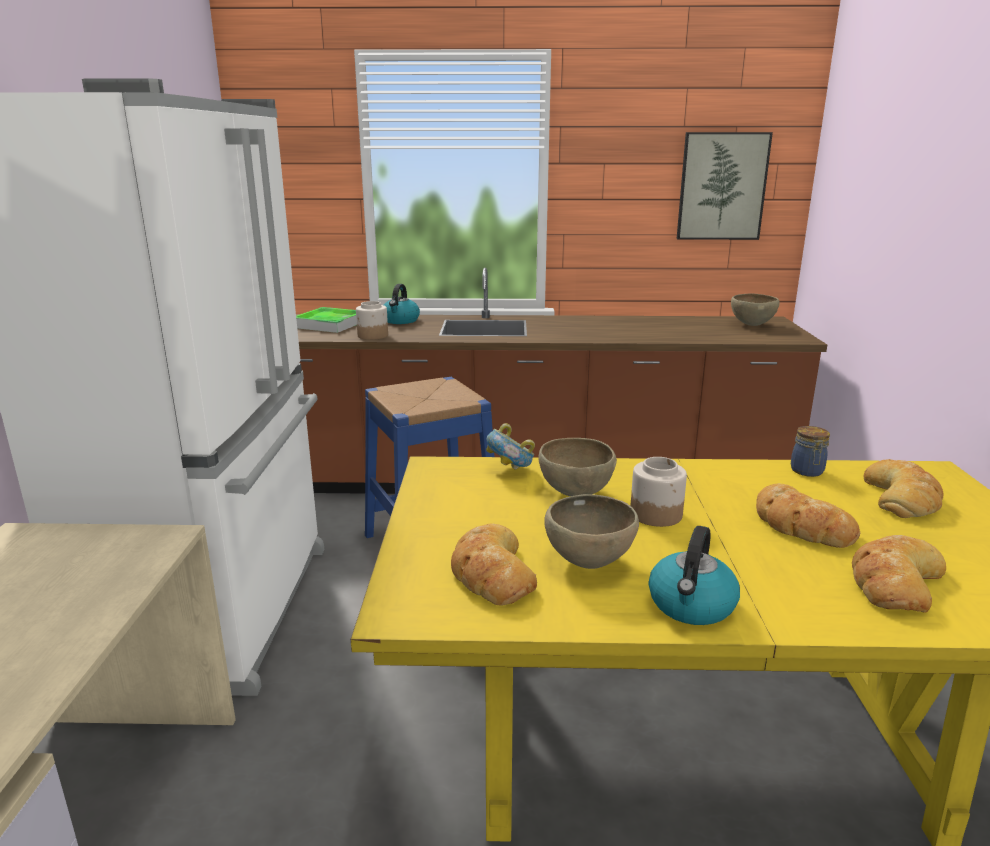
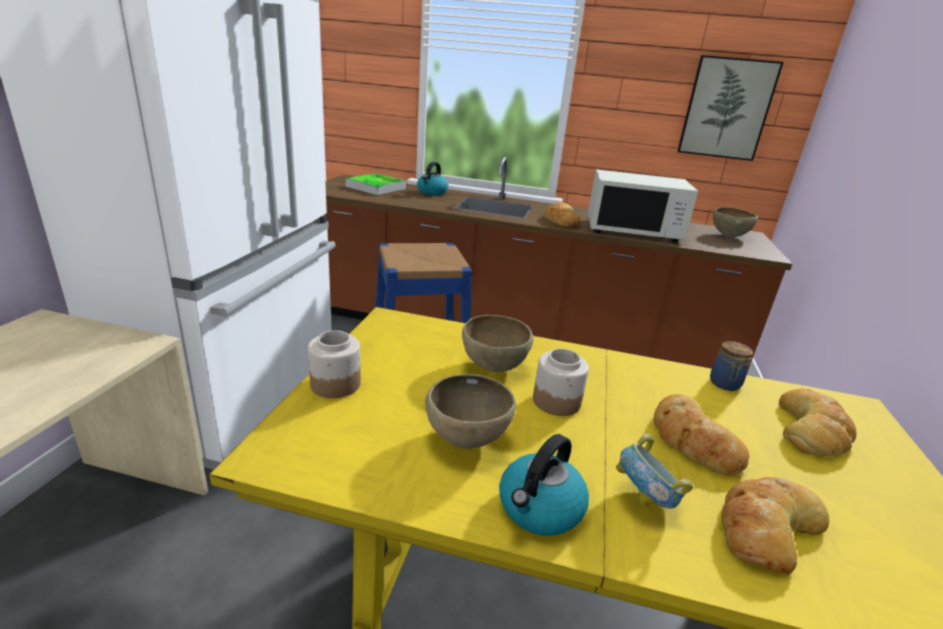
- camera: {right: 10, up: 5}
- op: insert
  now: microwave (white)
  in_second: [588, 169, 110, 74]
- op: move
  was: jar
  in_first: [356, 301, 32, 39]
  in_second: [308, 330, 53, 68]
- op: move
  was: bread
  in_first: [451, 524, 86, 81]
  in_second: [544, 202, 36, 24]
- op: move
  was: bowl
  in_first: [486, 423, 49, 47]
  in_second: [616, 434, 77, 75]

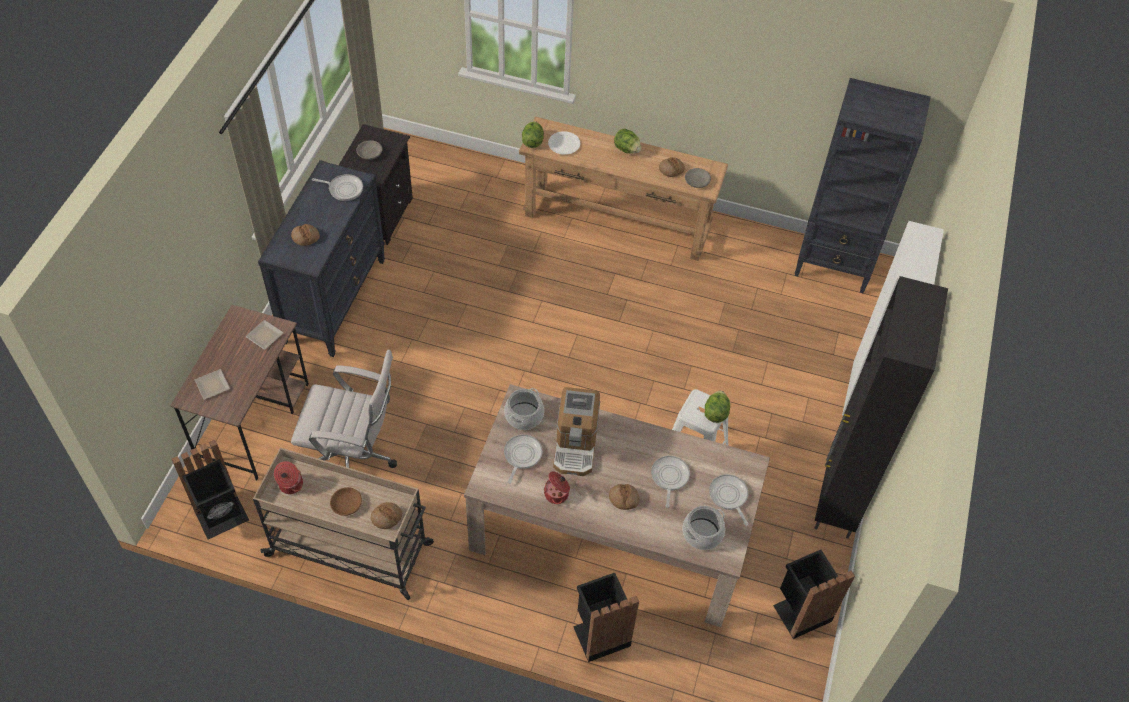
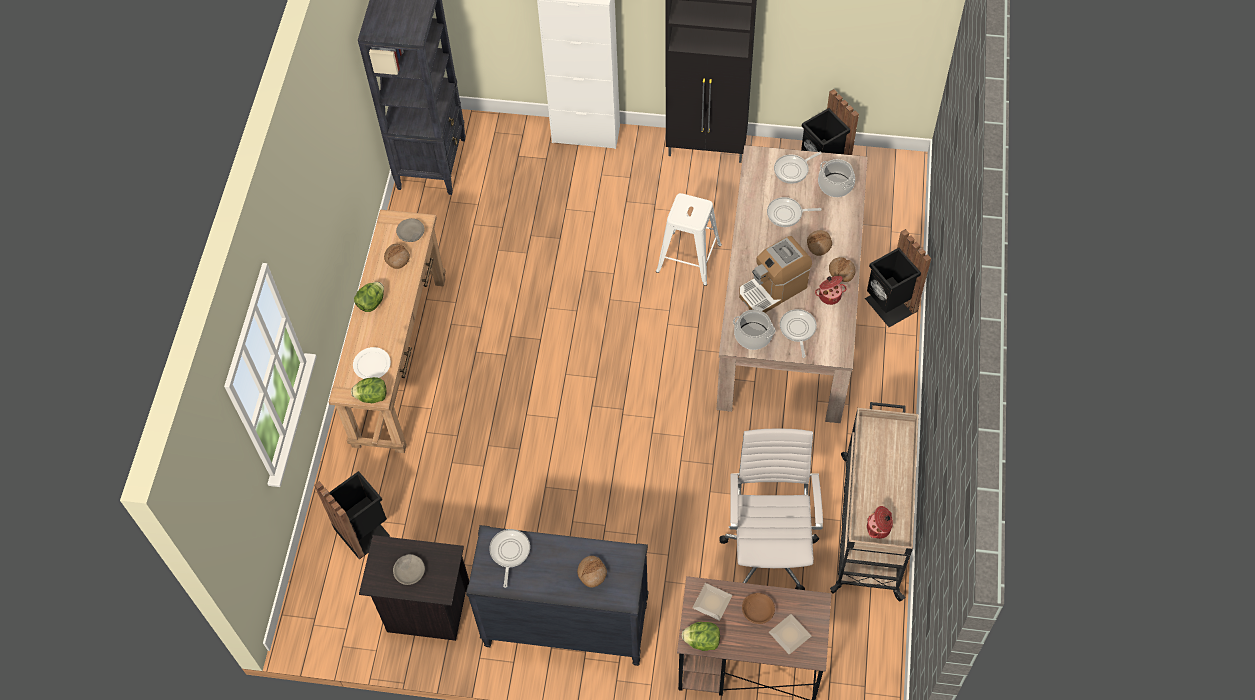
- camera: {right: -95, up: 5}
- op: move
  was: trash can (black)
  in_first: [171, 440, 78, 99]
  in_second: [314, 471, 76, 88]
- op: move
  was: bowl (brown)
  in_first: [330, 487, 32, 29]
  in_second: [742, 593, 33, 31]
- op: move
  was: bread
  in_first: [371, 502, 31, 27]
  in_second: [829, 257, 27, 25]
- op: move
  was: lettuce
  in_first: [705, 391, 25, 32]
  in_second: [682, 622, 38, 29]
- op: rotate
  was: frying pan
  in_first: [504, 435, 39, 49]
  in_second: [780, 309, 37, 49]
  clockwise: 75
- op: rotate
  was: coffee machine
  in_first: [553, 387, 47, 89]
  in_second: [739, 236, 73, 77]
  clockwise: 150

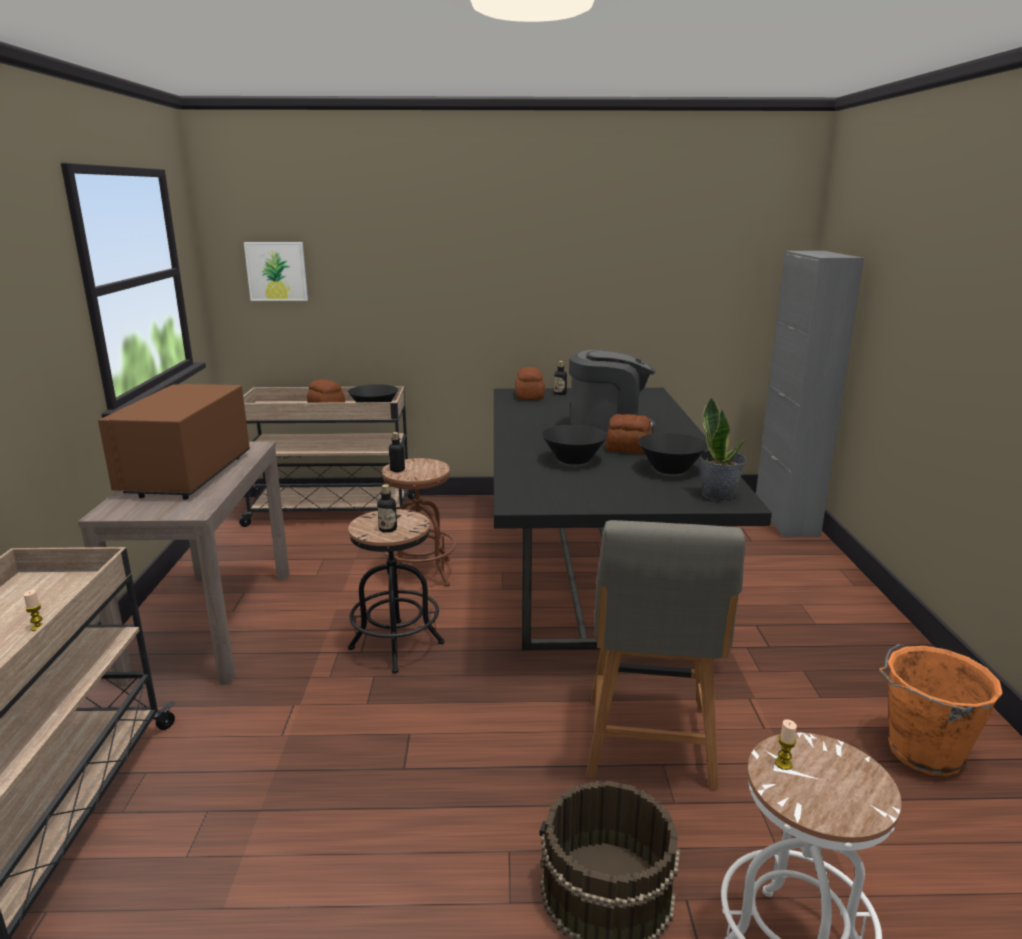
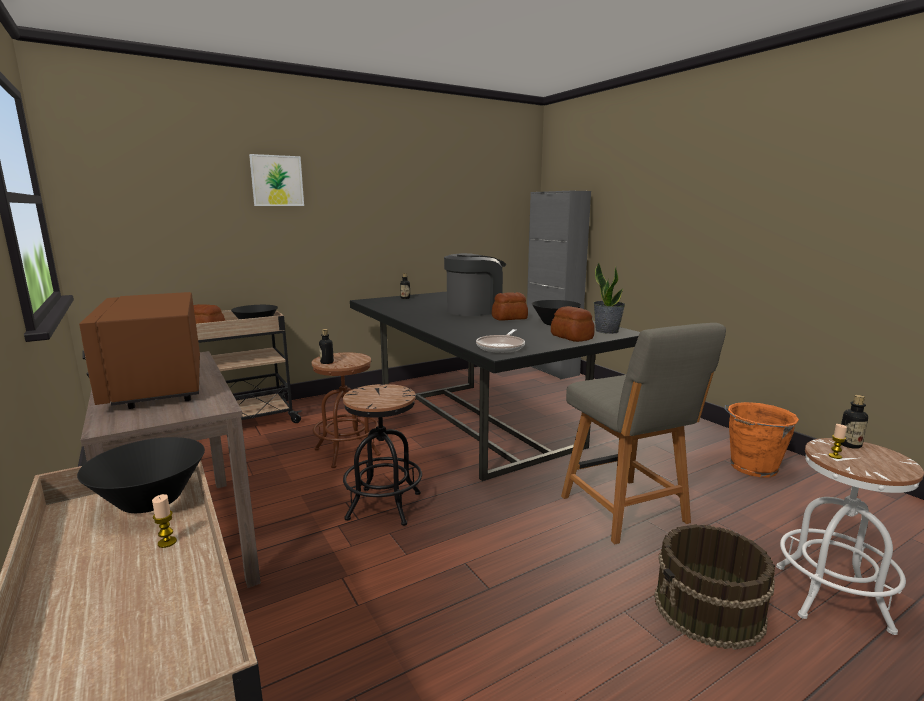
- camera: {right: -30, up: -5}
- op: insert
  now: frying pan
  in_second: [476, 329, 49, 24]
- op: move
  was: picture
  in_first: [244, 242, 64, 59]
  in_second: [249, 154, 55, 52]
- op: move
  was: bottle
  in_first: [377, 484, 20, 49]
  in_second: [841, 395, 27, 54]
- op: move
  was: bread
  in_first: [515, 367, 30, 33]
  in_second: [551, 306, 44, 36]
- op: move
  was: bowl (black)
  in_first: [542, 425, 66, 40]
  in_second: [77, 437, 128, 76]

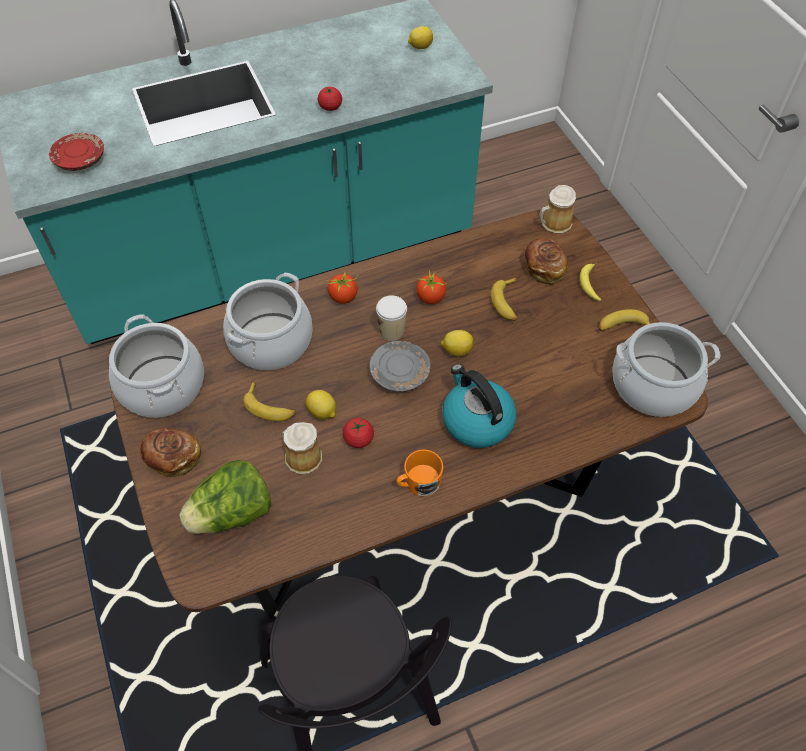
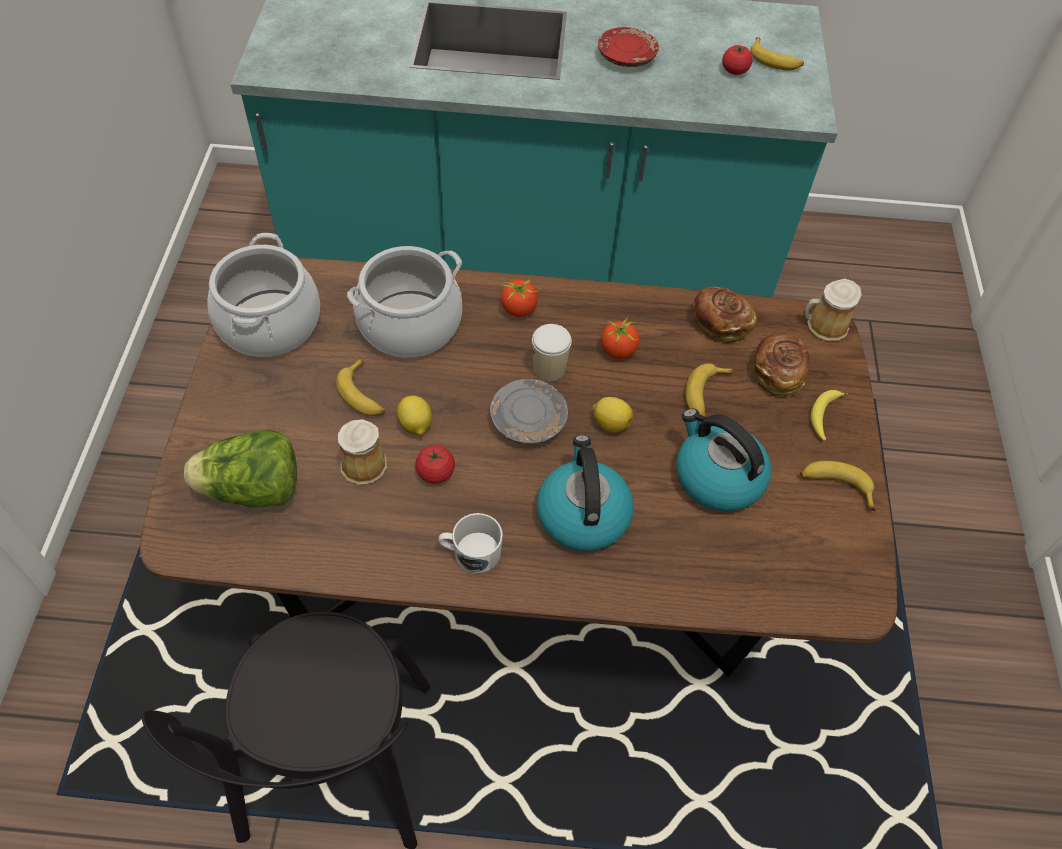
- camera: {right: 25, up: 0}
- op: delete
  was: cooking pot
  in_first: [612, 322, 108, 95]
- op: insert
  now: kettle
  in_second: [676, 409, 95, 103]
- op: move
  was: plate (red)
  in_first: [49, 133, 55, 38]
  in_second: [598, 27, 61, 40]
- op: move
  was: bread
  in_first: [140, 428, 61, 49]
  in_second: [693, 287, 64, 56]
- op: move
  was: tomato
  in_first: [318, 87, 24, 24]
  in_second: [722, 45, 30, 30]
- op: replace
  was: lemon
  now: banana
  in_first: [408, 26, 25, 23]
  in_second: [751, 37, 53, 34]
- op: recolor
  was: mug (orange)
  now: mug (white)
  in_first: [396, 449, 47, 47]
  in_second: [438, 513, 65, 60]

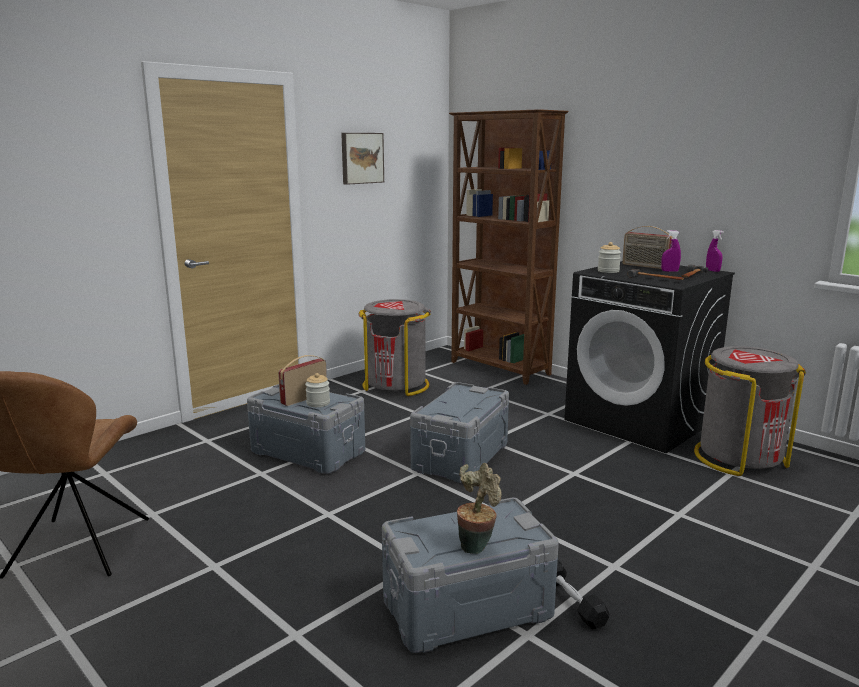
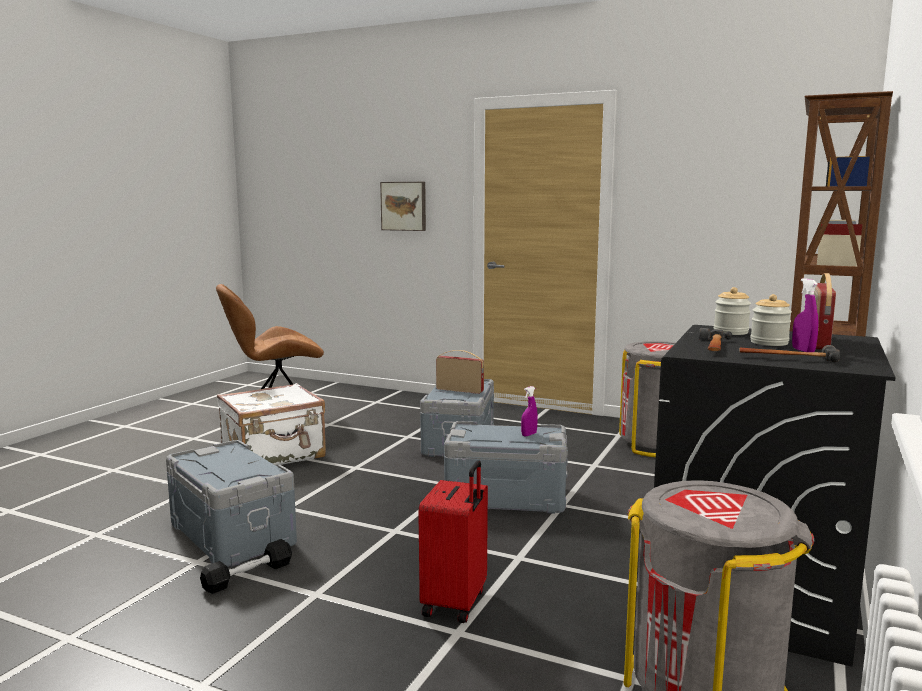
- camera: {right: 70, up: -5}
- op: delete
  was: potted plant
  in_first: [457, 463, 45, 91]
- op: insert
  now: suitcase (white)
  in_second: [217, 383, 109, 83]
- op: insert
  now: suitcase (red)
  in_second: [418, 460, 70, 163]
- op: move
  was: jar
  in_first: [305, 373, 25, 34]
  in_second: [750, 294, 42, 52]
- op: move
  was: picture
  in_first: [341, 133, 43, 52]
  in_second: [380, 182, 46, 49]
- op: move
  was: spray bottle (purple)
  in_first: [706, 230, 18, 42]
  in_second: [521, 386, 17, 51]

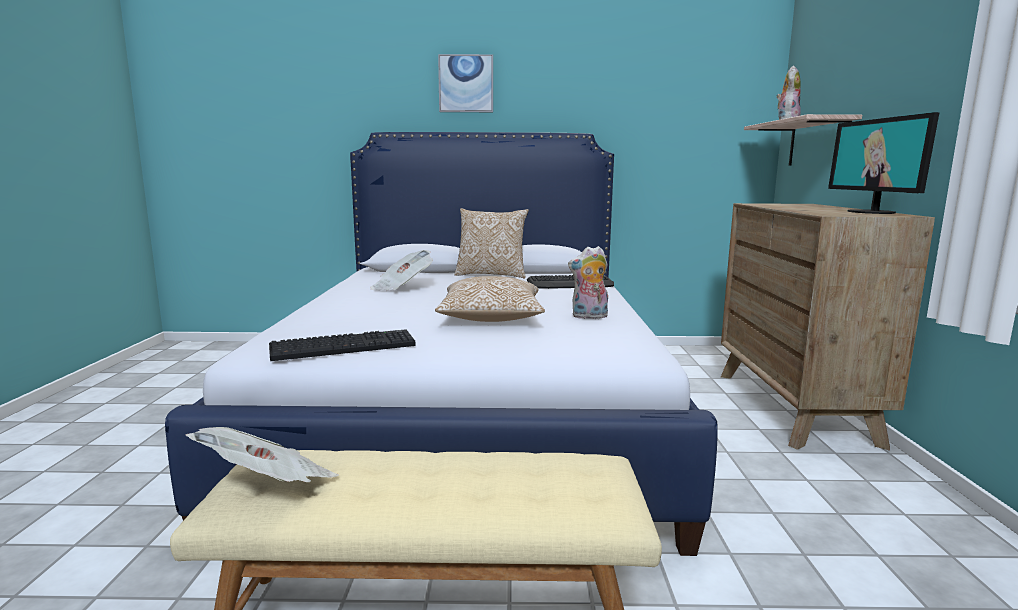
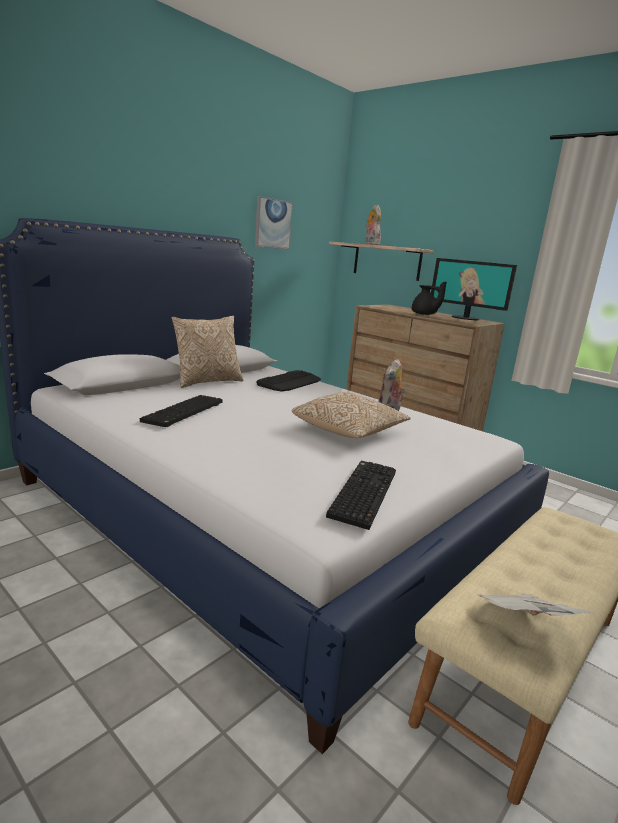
- camera: {right: -50, up: 5}
- op: insert
  now: teapot (black)
  in_second: [412, 281, 35, 34]
- op: move
  was: picture
  in_first: [438, 54, 55, 58]
  in_second: [255, 196, 38, 53]
- op: replace
  was: newspaper
  now: keyboard
  in_first: [370, 250, 63, 41]
  in_second: [140, 395, 83, 32]

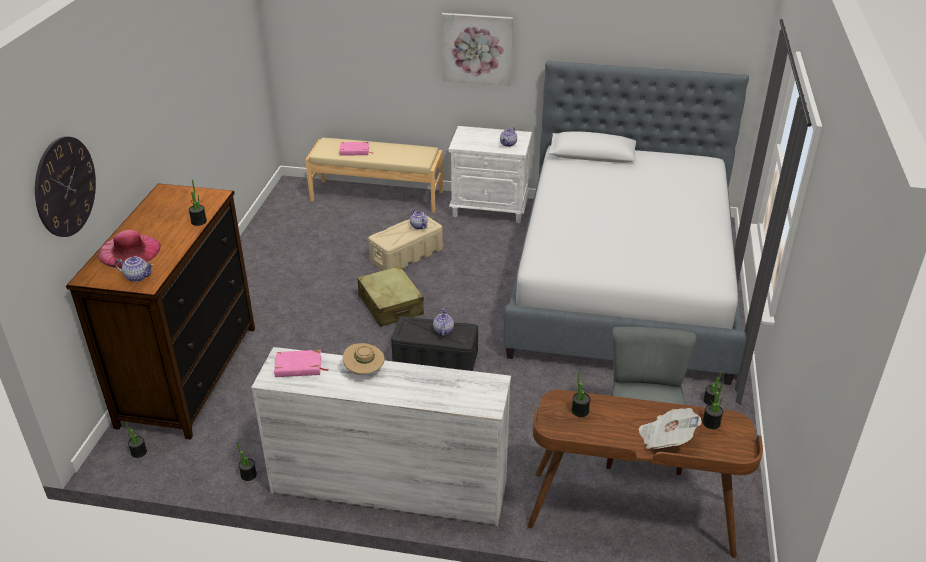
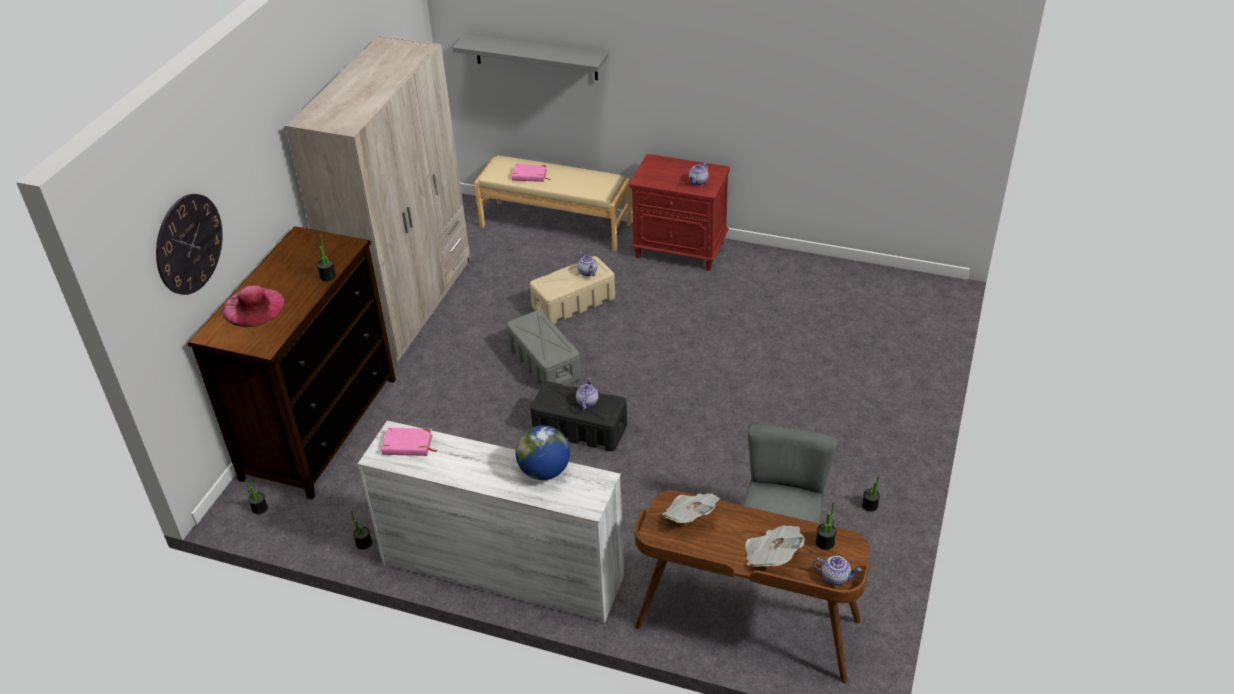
- camera: {right: 10, up: 5}
- op: delete
  was: hat (beige)
  in_first: [343, 343, 42, 31]
- op: delete
  was: picture
  in_first: [442, 13, 71, 73]
- op: delete
  was: bed
  in_first: [503, 60, 246, 325]
- op: insert
  now: wardrobe (beige)
  in_second: [285, 36, 185, 328]
- op: insert
  now: shelf (grey)
  in_second: [452, 34, 156, 46]
- op: insert
  now: globe
  in_second: [516, 425, 54, 55]
- op: move
  was: teapot
  in_first: [115, 257, 39, 25]
  in_second: [813, 556, 49, 29]
- op: replace
  was: suitcase (beige)
  now: storage box (grey)
  in_first: [357, 266, 67, 61]
  in_second: [507, 310, 74, 76]
- op: replace
  was: potted plant
  now: newspaper
  in_first: [572, 371, 18, 46]
  in_second: [662, 493, 58, 30]
- op: recolor
  was: nightstand (white)
  now: nightstand (red)
  in_first: [448, 126, 84, 97]
  in_second: [629, 154, 101, 117]

